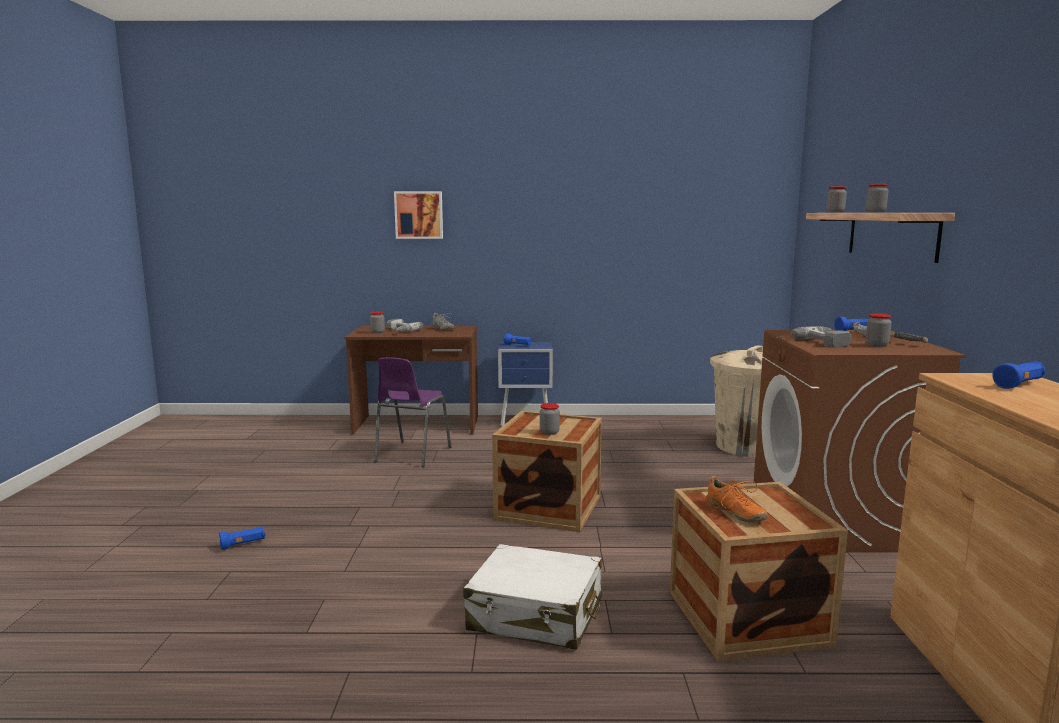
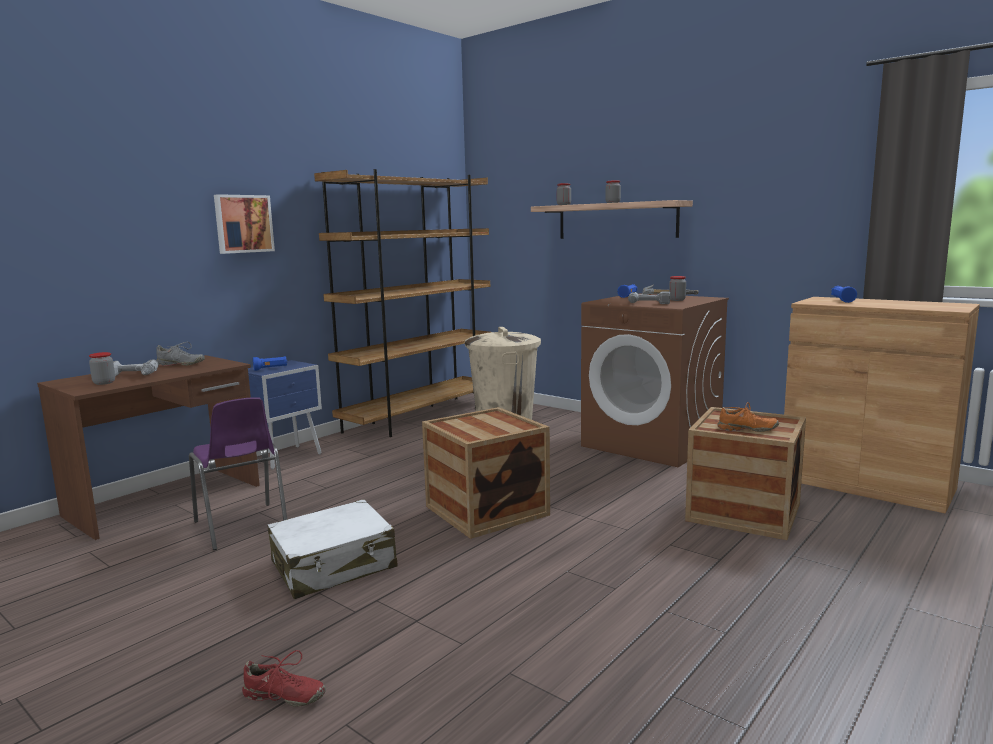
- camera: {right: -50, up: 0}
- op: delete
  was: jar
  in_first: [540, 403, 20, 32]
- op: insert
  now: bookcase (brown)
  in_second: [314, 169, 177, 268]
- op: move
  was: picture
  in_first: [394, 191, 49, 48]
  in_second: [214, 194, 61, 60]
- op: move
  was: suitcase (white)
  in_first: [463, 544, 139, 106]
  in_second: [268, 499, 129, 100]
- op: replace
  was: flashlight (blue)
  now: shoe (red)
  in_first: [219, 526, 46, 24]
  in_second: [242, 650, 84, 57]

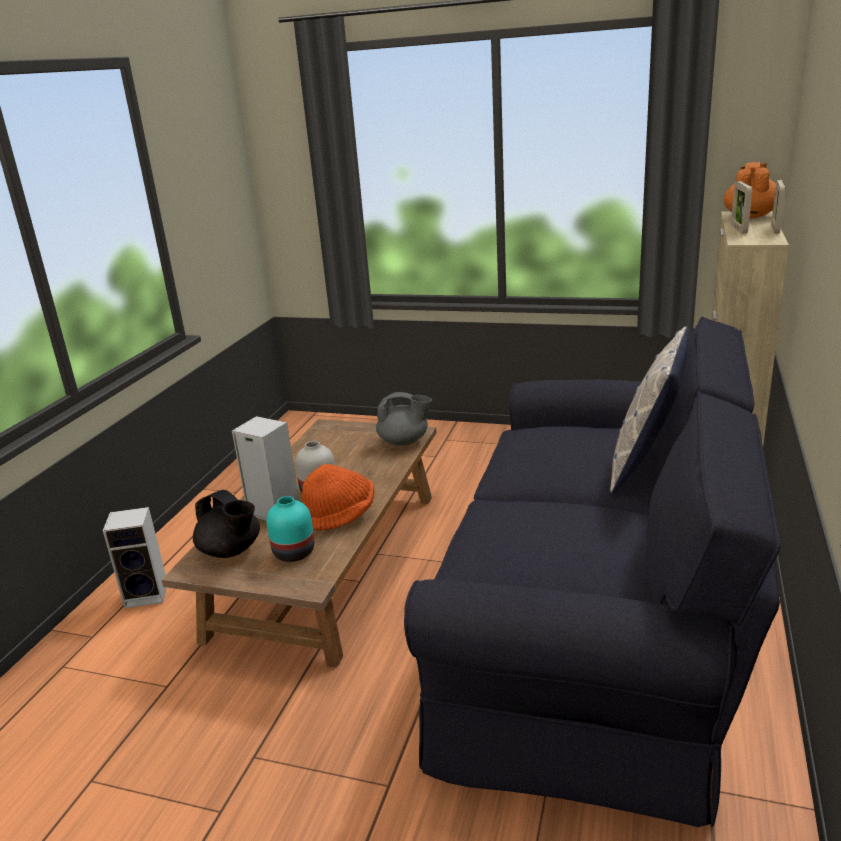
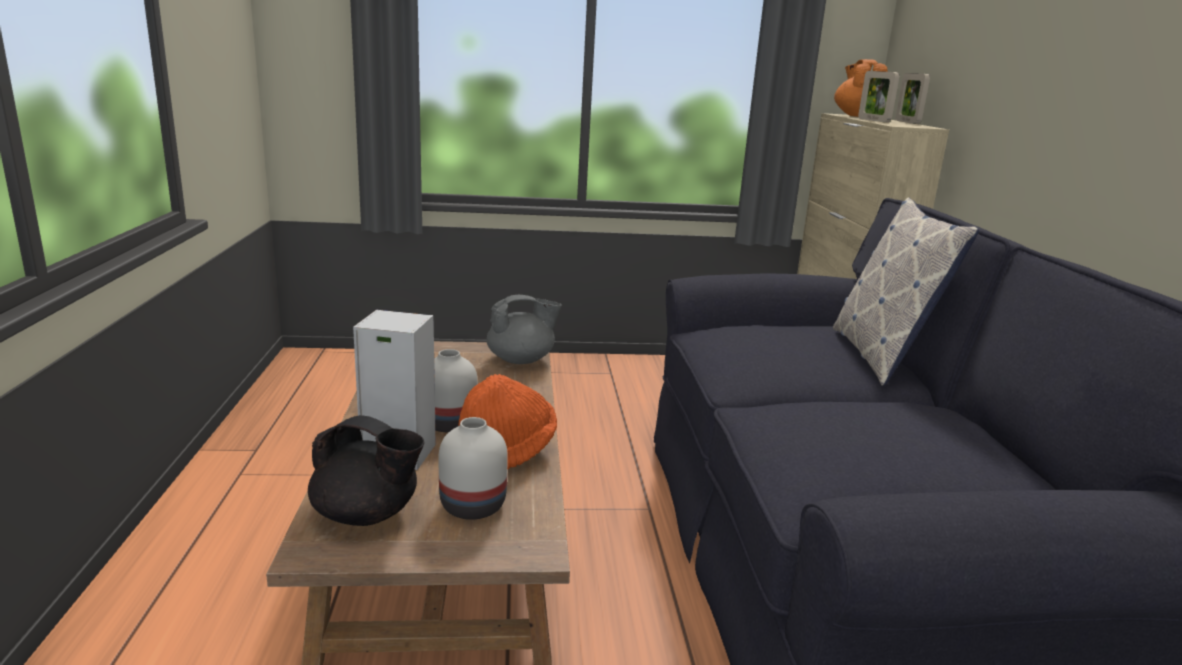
- camera: {right: -25, up: -5}
- op: delete
  was: speaker
  in_first: [103, 507, 64, 101]
- op: recolor
  was: vase (turquoise)
  now: vase (white)
  in_first: [266, 496, 48, 66]
  in_second: [439, 417, 69, 103]

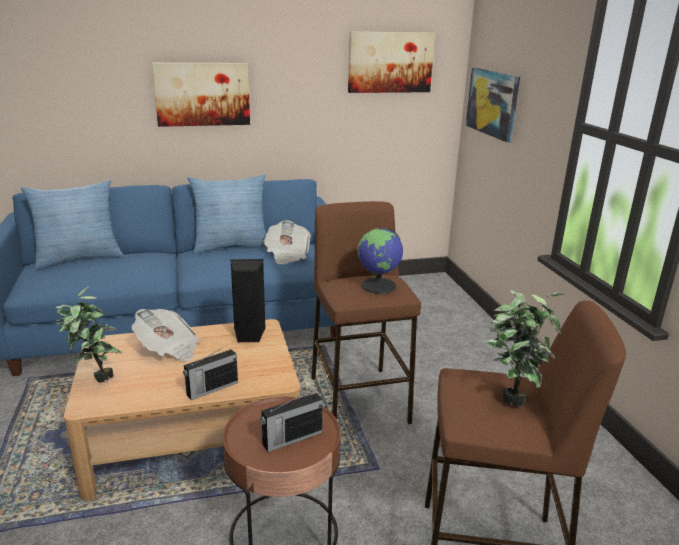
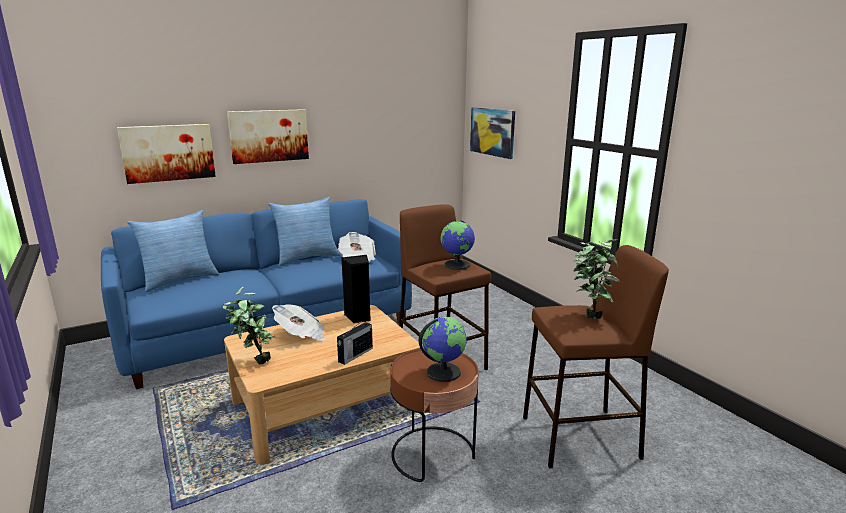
- camera: {right: -15, up: -5}
- op: move
  was: picture
  in_first: [348, 31, 87, 62]
  in_second: [117, 124, 99, 60]
- op: replace
  was: radio
  now: globe
  in_first: [260, 389, 63, 63]
  in_second: [419, 317, 48, 65]

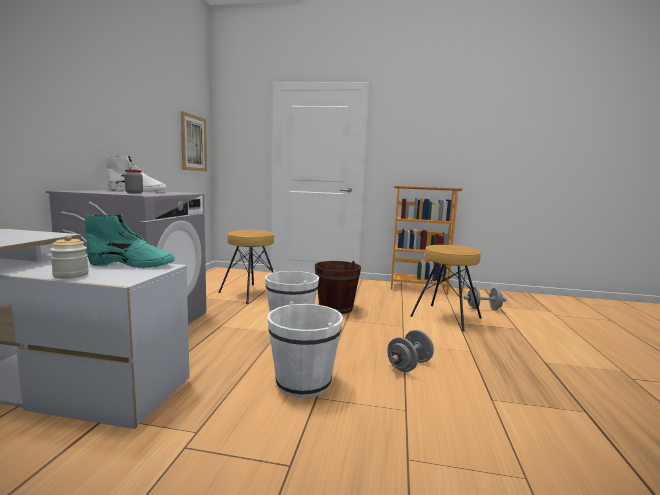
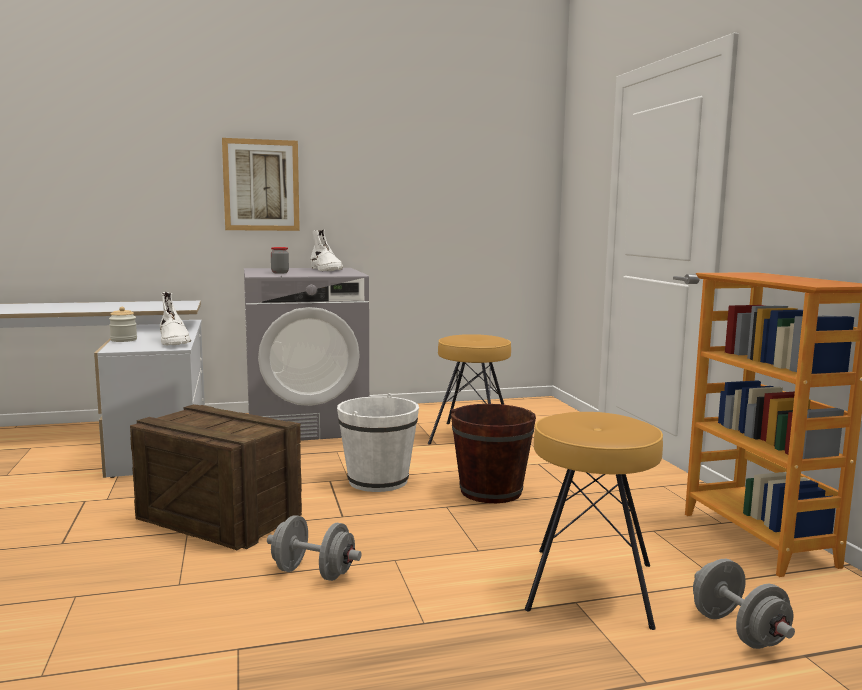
- camera: {right: 65, up: 0}
- op: move
  was: picture
  in_first: [181, 111, 26, 60]
  in_second: [222, 138, 78, 93]
- op: replace
  was: bucket (white)
  now: crate
  in_first: [267, 301, 76, 97]
  in_second: [130, 404, 172, 146]
- op: recolor
  was: boot (turquoise)
  now: boot (white)
  in_first: [85, 214, 90, 54]
  in_second: [160, 292, 31, 54]

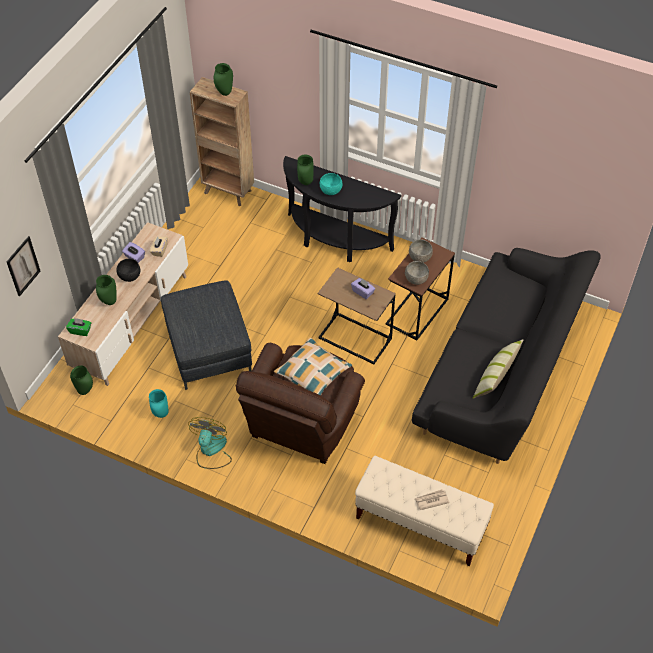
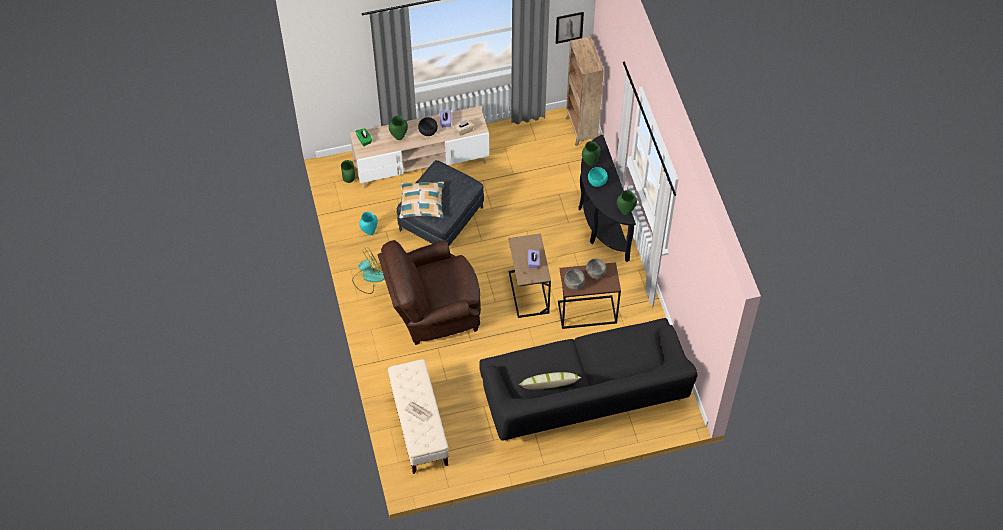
- camera: {right: 50, up: 5}
- op: move
  was: picture
  in_first: [7, 236, 33, 60]
  in_second: [556, 12, 28, 32]
- op: move
  was: vase (green)
  in_first: [214, 63, 19, 33]
  in_second: [617, 190, 20, 25]
- op: move
  was: pillow
  in_first: [274, 337, 78, 59]
  in_second: [399, 182, 45, 36]

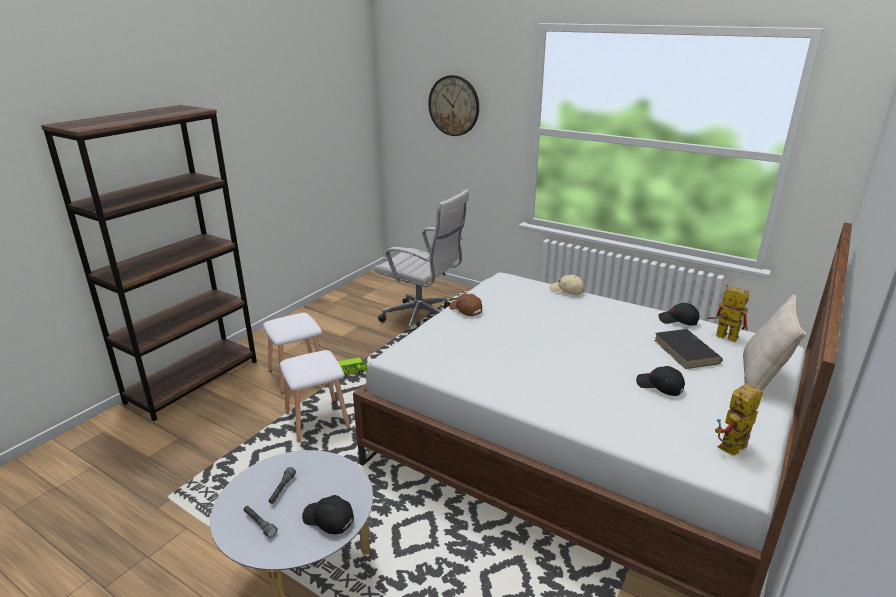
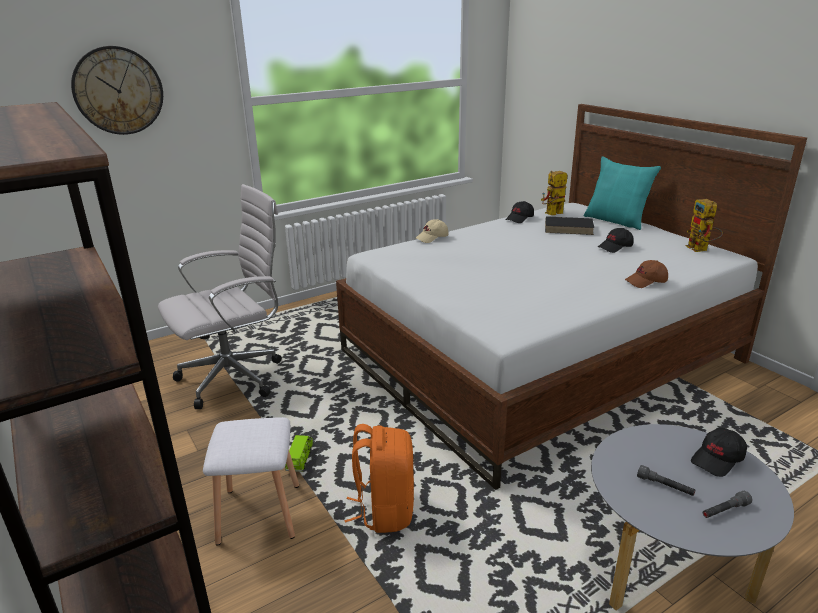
- camera: {right: -65, up: 0}
- op: move
  was: cap (brown)
  in_first: [449, 293, 33, 23]
  in_second: [625, 260, 43, 28]
- op: replace
  was: stool (white)
  now: backpack (orange)
  in_first: [280, 350, 70, 92]
  in_second: [345, 424, 69, 109]
- op: recolor
  was: pillow (beige)
  now: pillow (turquoise)
  in_first: [743, 294, 63, 97]
  in_second: [584, 156, 77, 74]

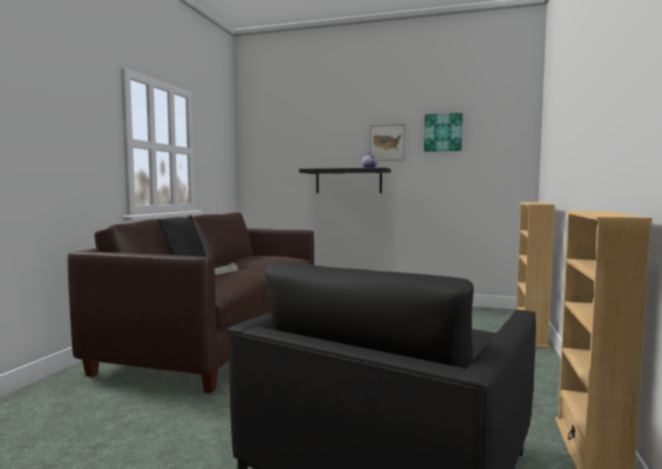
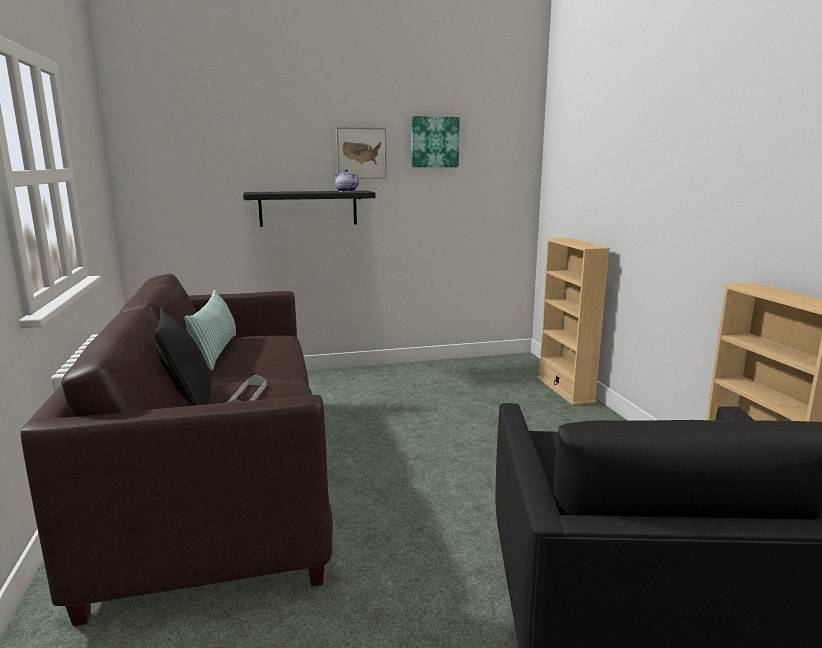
- camera: {right: -30, up: 10}
- op: insert
  now: pillow
  in_second: [185, 290, 51, 81]

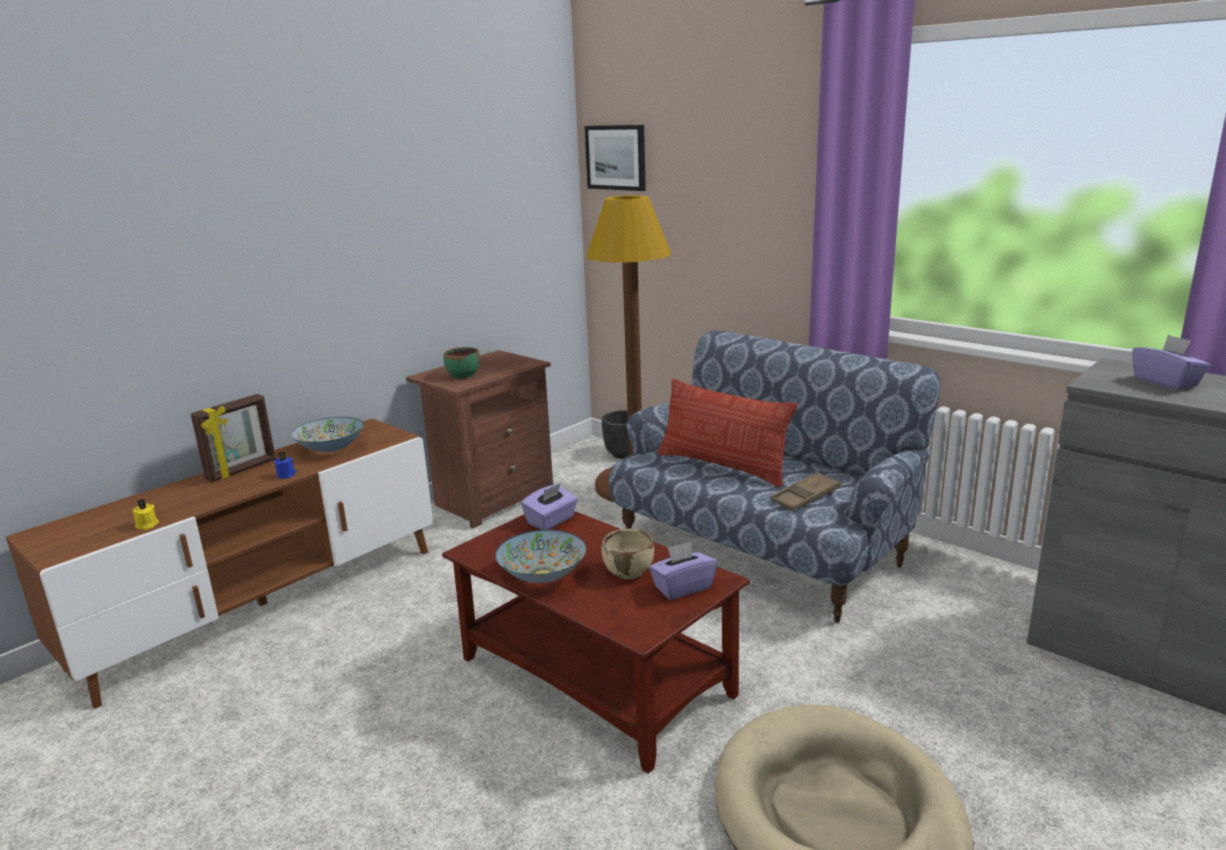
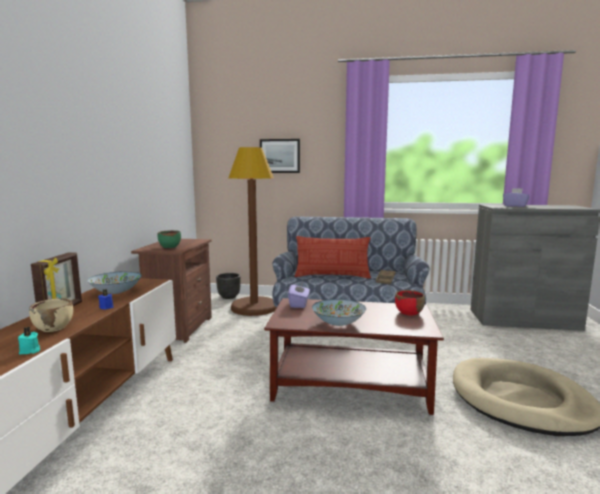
- camera: {right: -35, up: -10}
- op: move
  was: picture
  in_first: [585, 125, 61, 66]
  in_second: [260, 139, 40, 34]
- op: move
  was: bowl (beige)
  in_first: [602, 529, 52, 50]
  in_second: [29, 298, 44, 34]
- op: replace
  was: tissue box (purple)
  now: bowl (red)
  in_first: [649, 541, 68, 59]
  in_second: [395, 290, 30, 25]
- op: recolor
  was: candle (yellow)
  now: candle (turquoise)
  in_first: [133, 499, 26, 31]
  in_second: [18, 327, 22, 28]

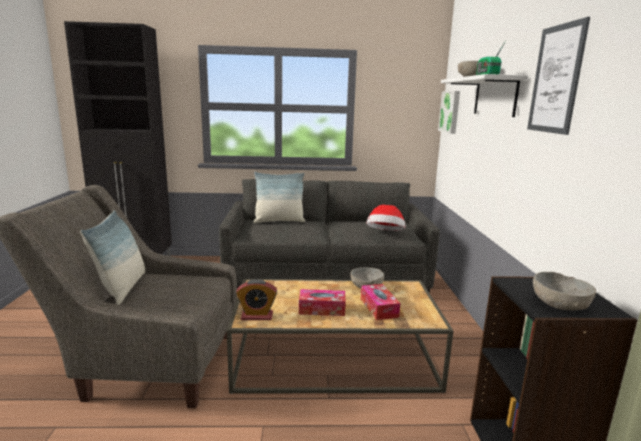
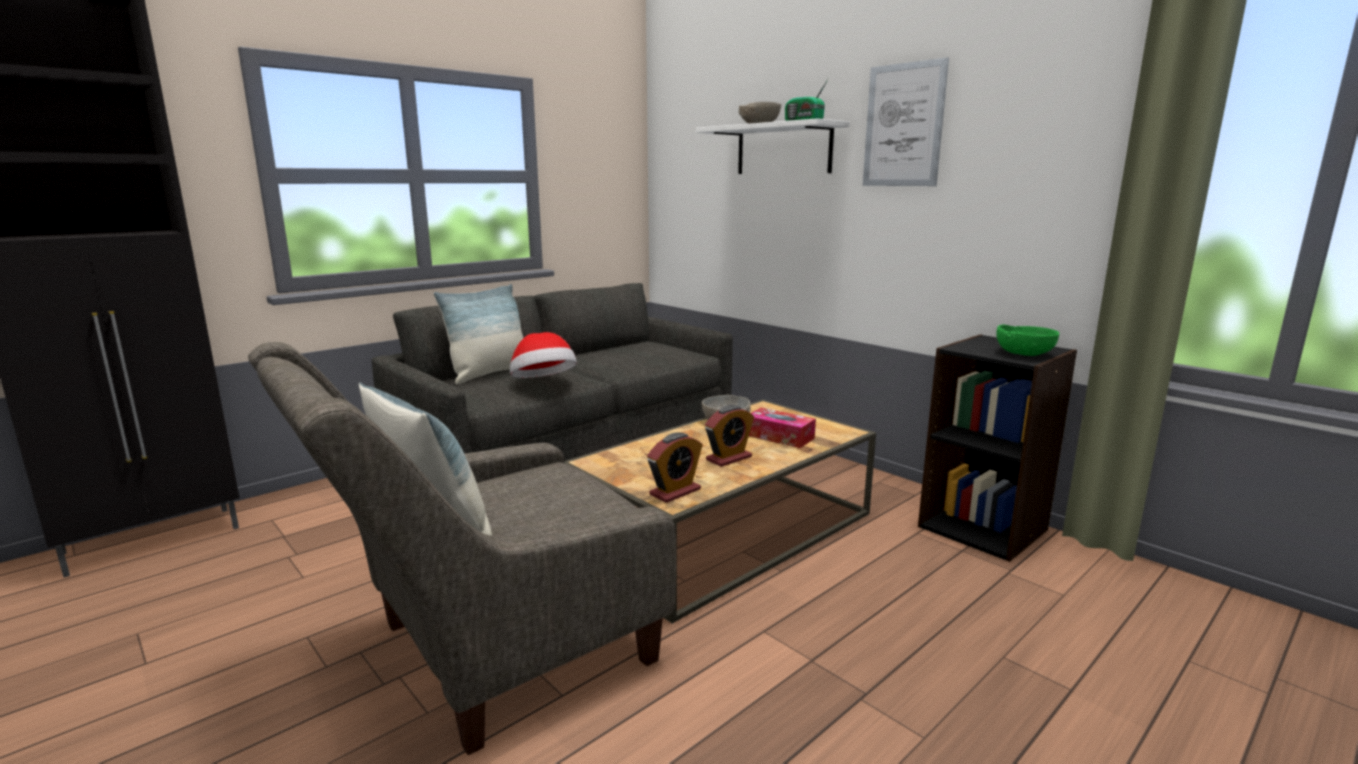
- camera: {right: -40, up: 0}
- op: delete
  was: picture
  in_first: [438, 91, 22, 43]
- op: move
  was: hat
  in_first: [366, 205, 39, 26]
  in_second: [510, 332, 67, 46]
- op: replace
  was: tissue box
  now: alarm clock
  in_first: [299, 289, 47, 27]
  in_second: [705, 405, 49, 62]
- op: recolor
  was: bowl (grey)
  now: bowl (green)
  in_first: [533, 272, 63, 39]
  in_second: [996, 324, 63, 32]

